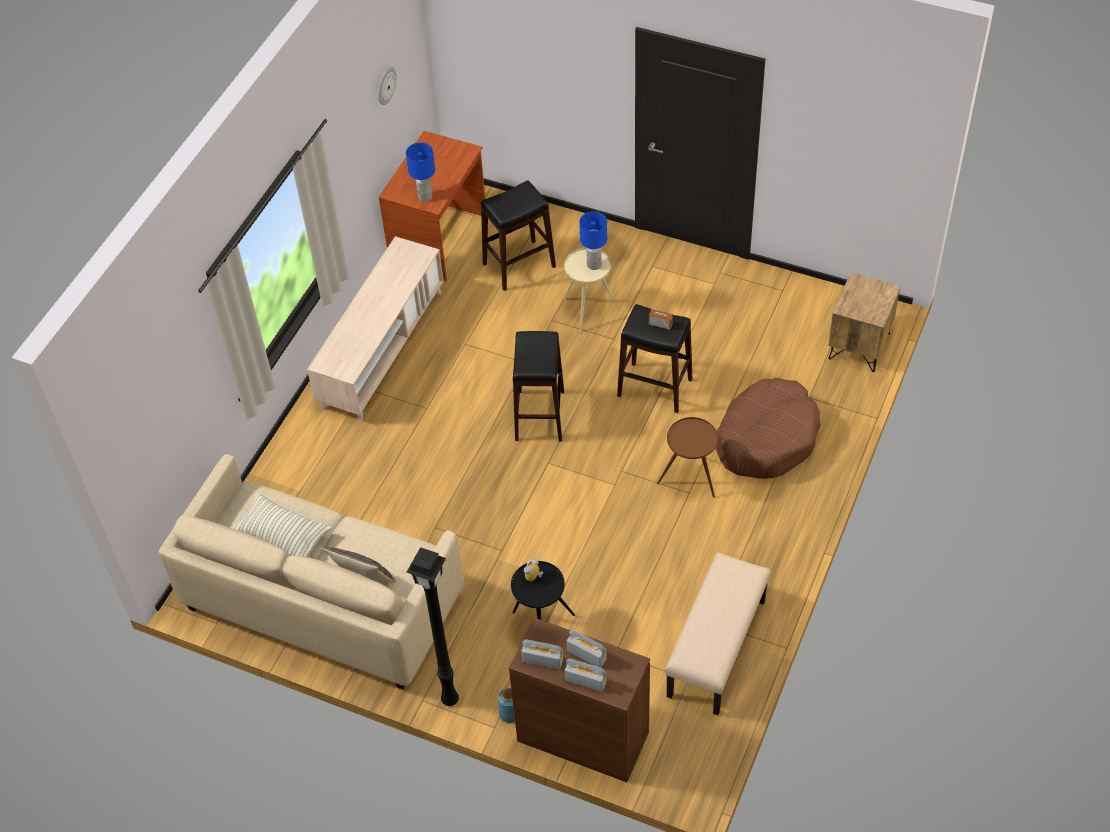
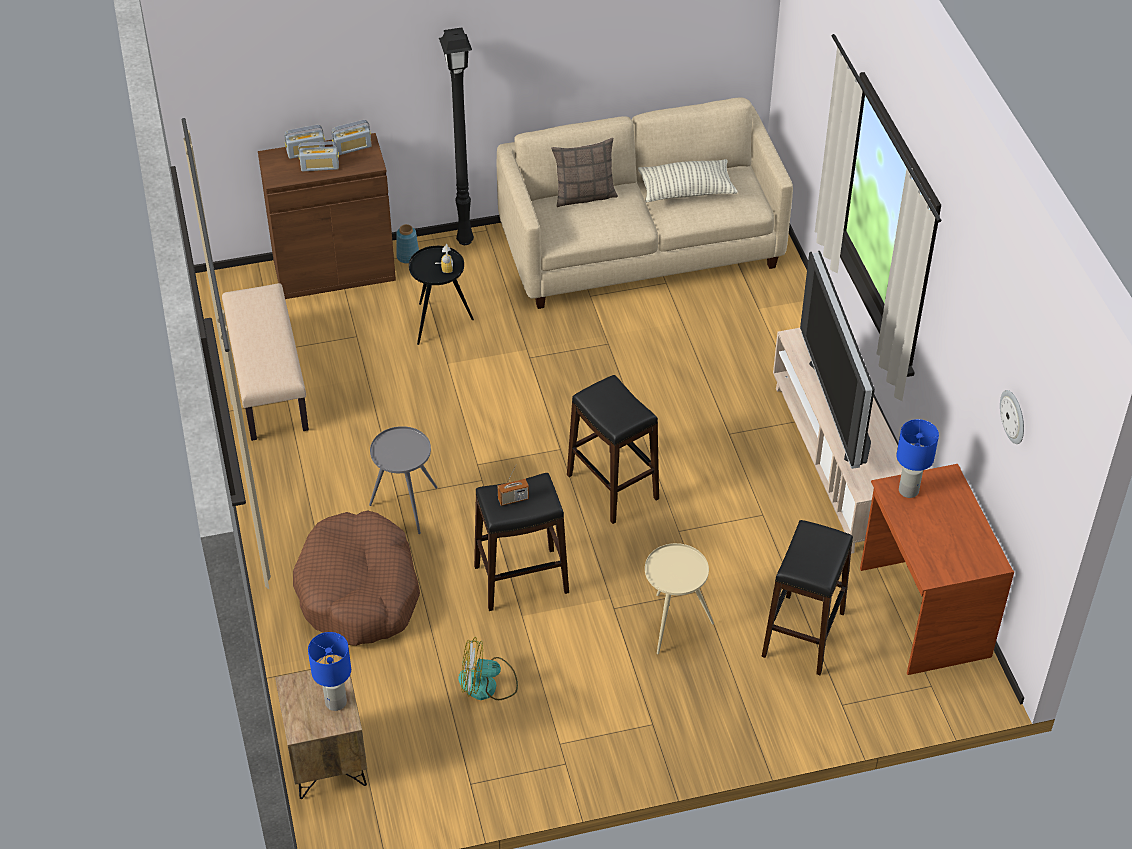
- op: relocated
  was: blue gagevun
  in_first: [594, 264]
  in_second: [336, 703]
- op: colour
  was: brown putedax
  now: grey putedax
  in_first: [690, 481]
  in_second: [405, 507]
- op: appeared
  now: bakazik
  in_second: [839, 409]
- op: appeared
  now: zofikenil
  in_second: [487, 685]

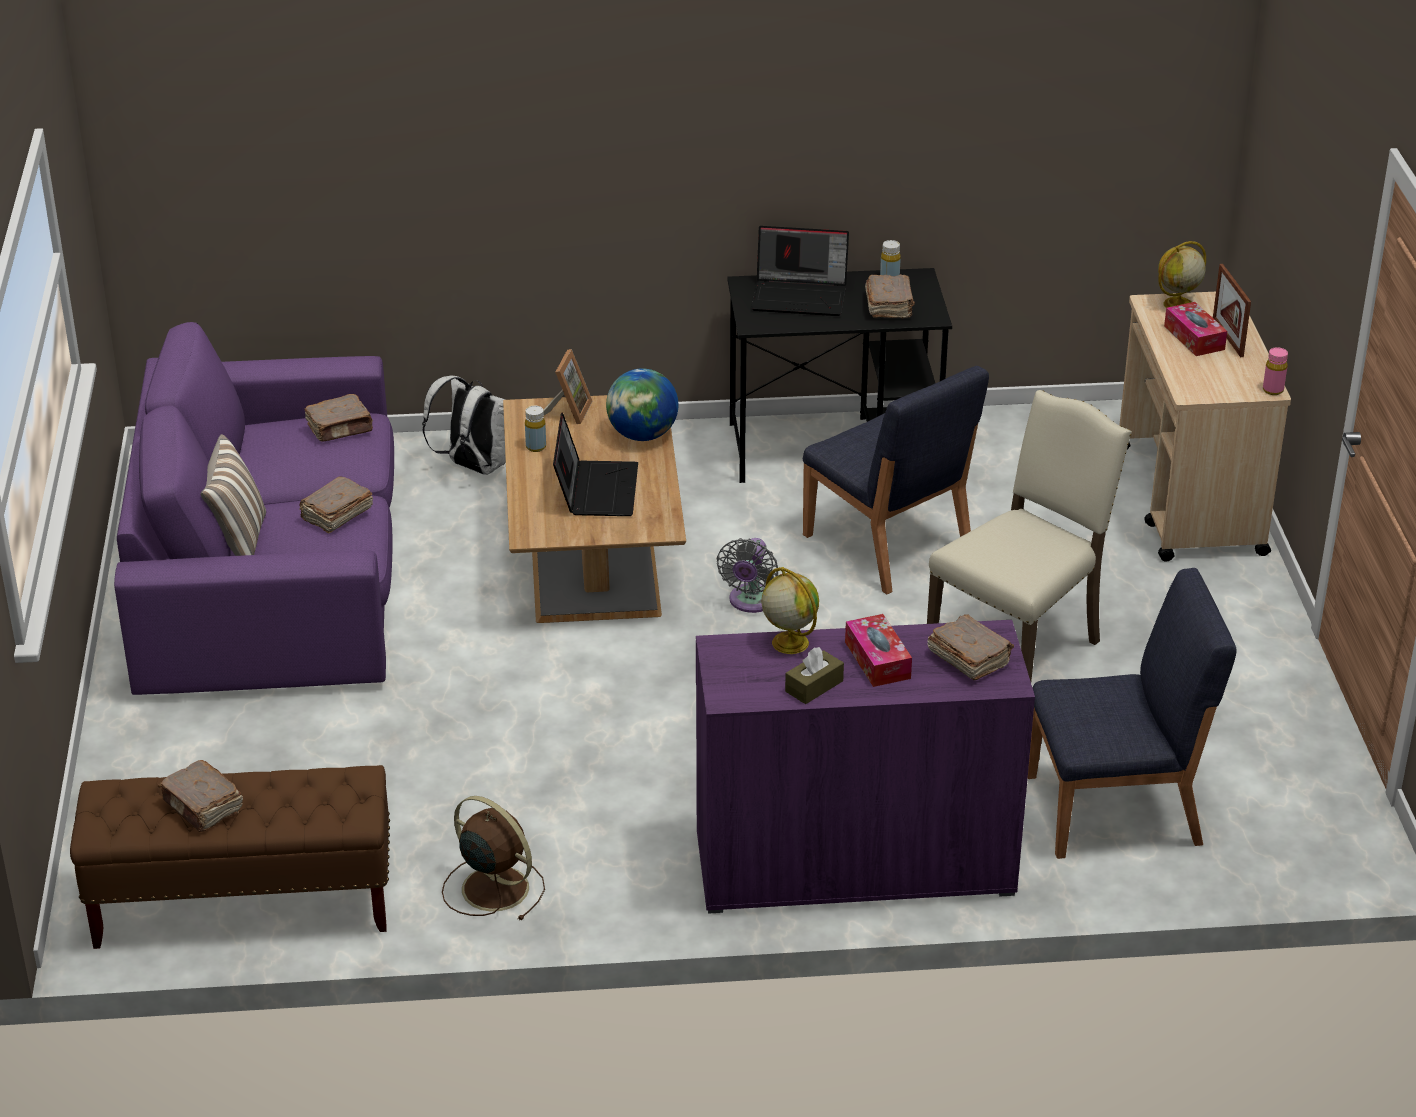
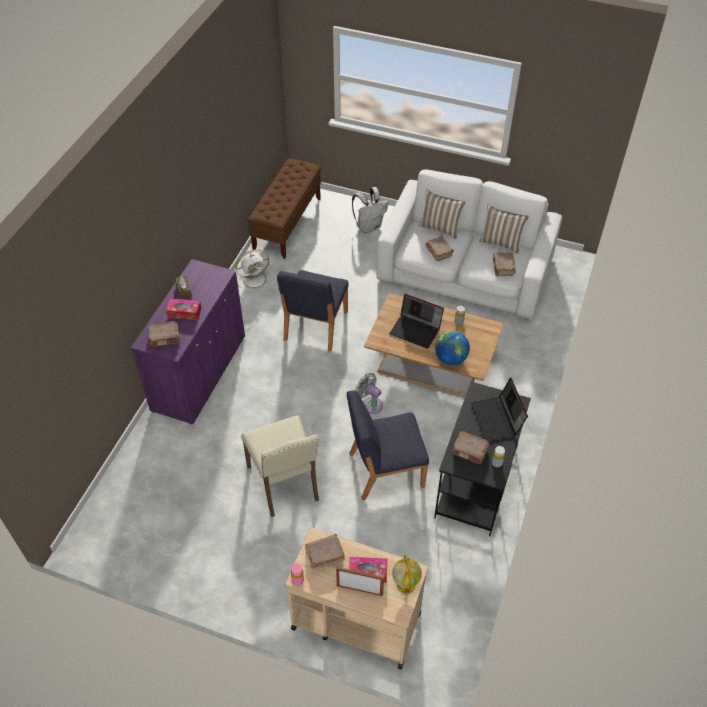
- op: spun
  was: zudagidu
  in_first: [801, 296]
  in_second: [497, 419]
  clockwise: -45
- op: colour
  was: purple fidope
  now: white fidope
  in_first: [273, 576]
  in_second: [465, 269]
- op: missing
  was: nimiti
  in_first: [569, 411]
- op: relocated
  was: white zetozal
  in_first: [474, 466]
  in_second: [369, 226]
- op: missing
  was: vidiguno
  in_first: [789, 642]
- op: relocated
  was: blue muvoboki
  in_first: [1116, 809]
  in_second: [315, 326]
- op: relocated
  was: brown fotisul
  in_first: [202, 807]
  in_second: [324, 555]
- op: colour
  was: brown zofikenil
  now: white zofikenil
  in_first: [493, 887]
  in_second: [255, 279]
- op: appeared
  now: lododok
  in_second: [501, 243]

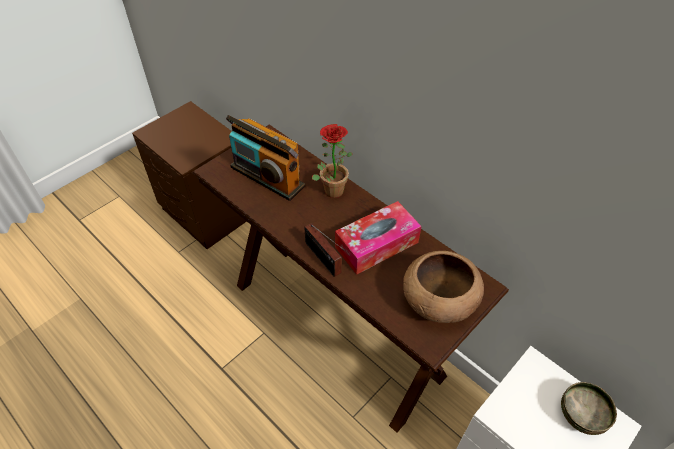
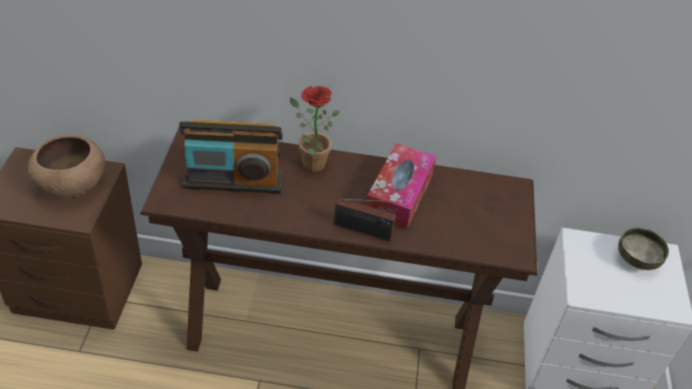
- op: relocated
  was: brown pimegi
  in_first: [438, 300]
  in_second: [70, 184]

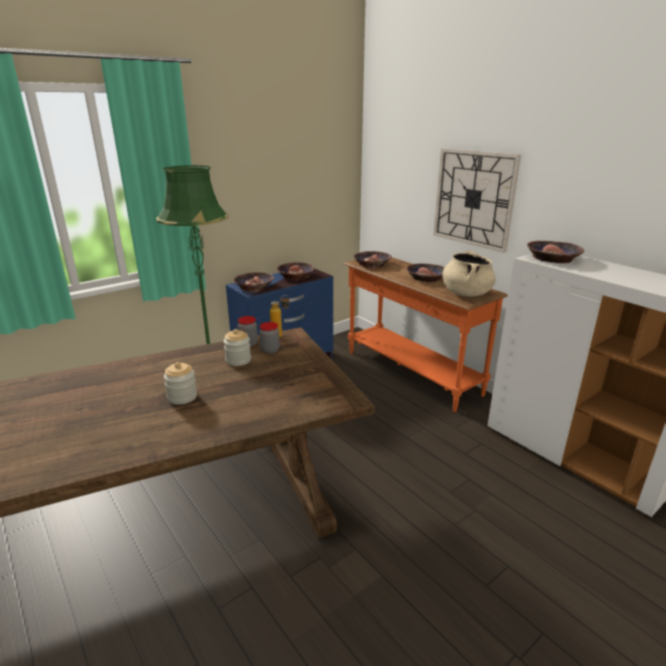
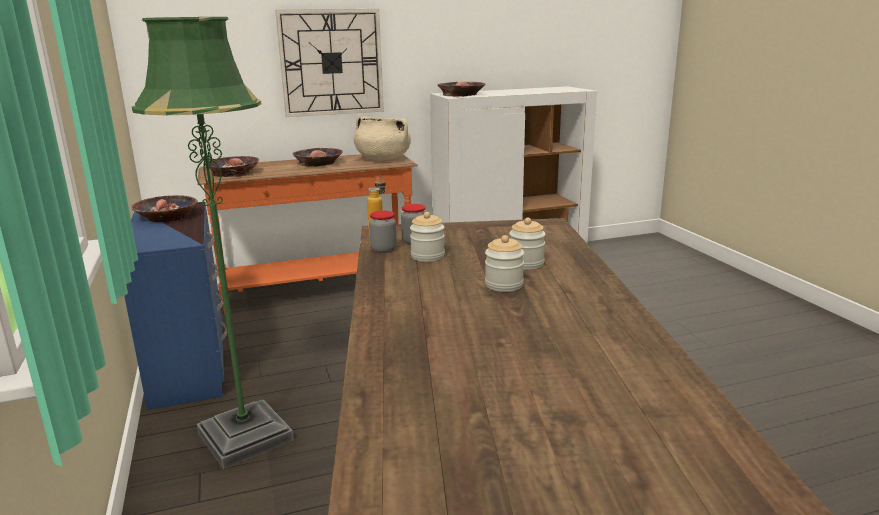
- op: missing
  was: pimegi
  in_first: [254, 286]
- op: appeared
  now: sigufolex
  in_second: [526, 264]

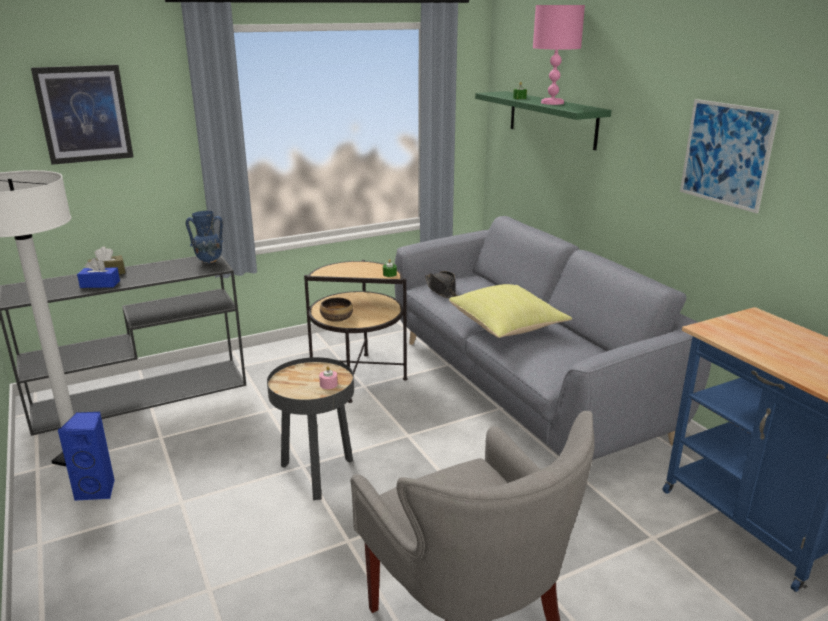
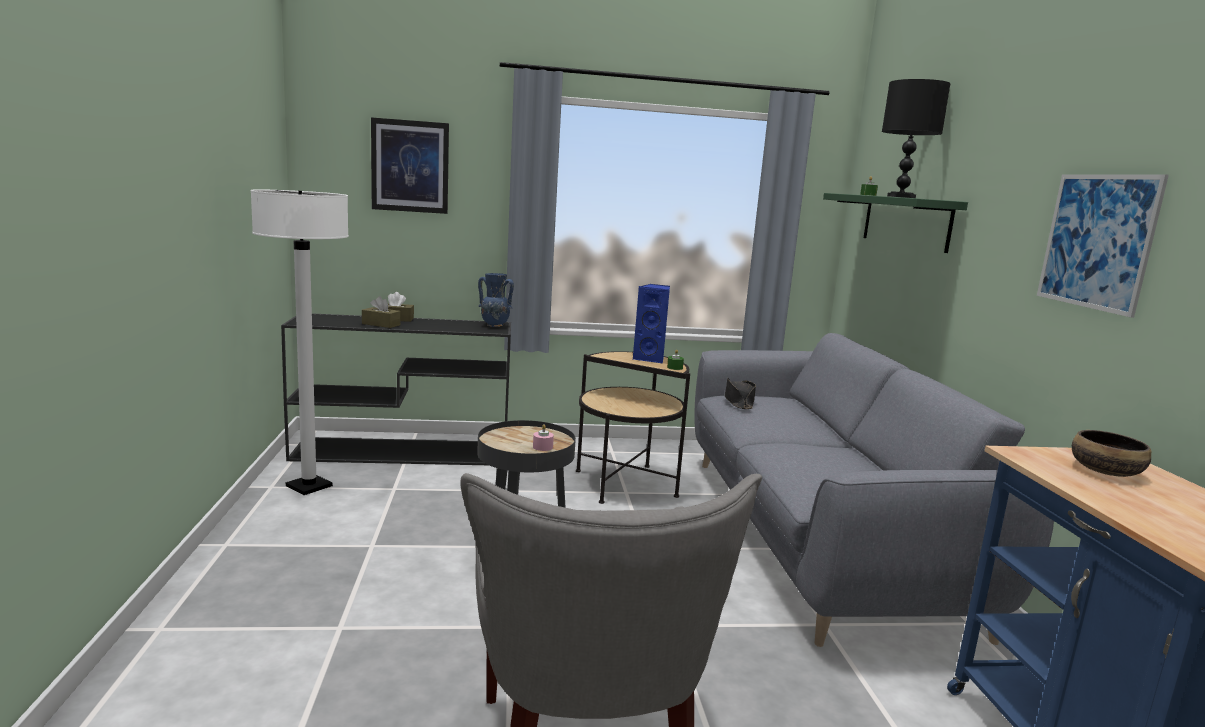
- op: colour
  was: pink gagevun
  now: black gagevun
  in_first: [552, 103]
  in_second: [901, 197]
- op: colour
  was: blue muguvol
  now: brown muguvol
  in_first: [100, 284]
  in_second: [381, 324]
- op: missing
  was: yellow lododok
  in_first: [508, 327]
- op: relocated
  was: pimegi
  in_first: [336, 318]
  in_second: [1105, 471]
- op: relocated
  was: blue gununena
  in_first: [98, 490]
  in_second: [650, 358]

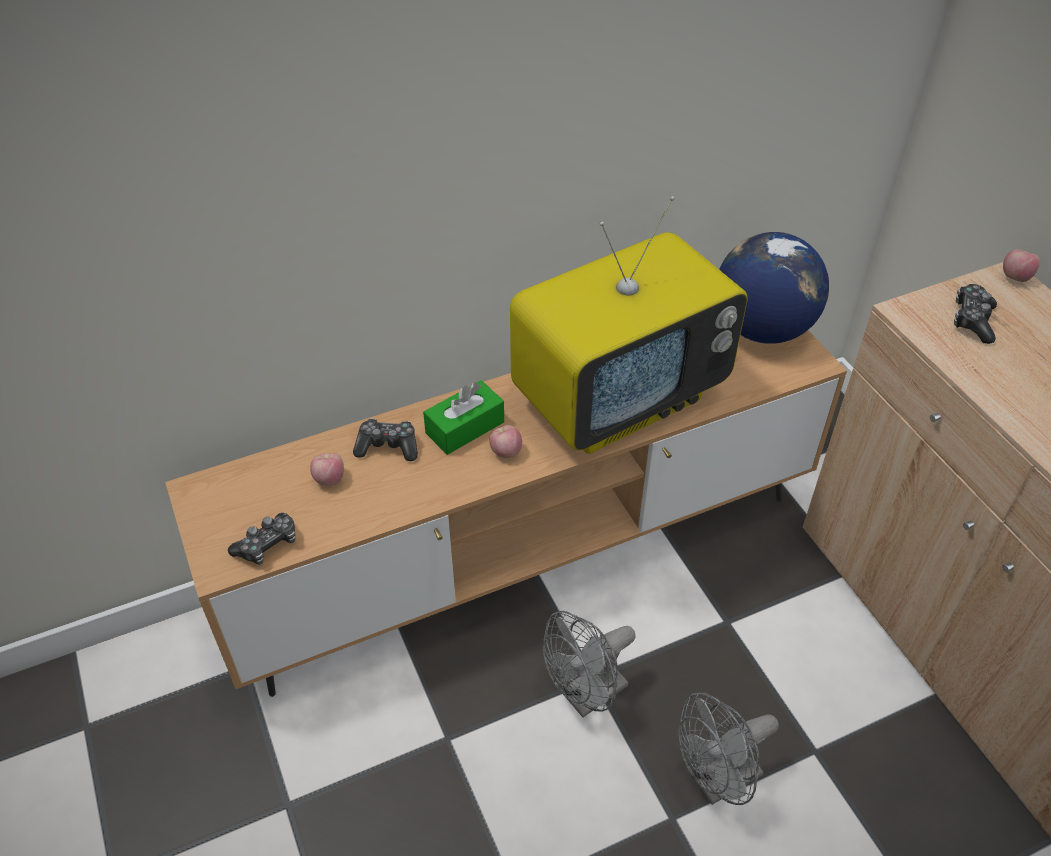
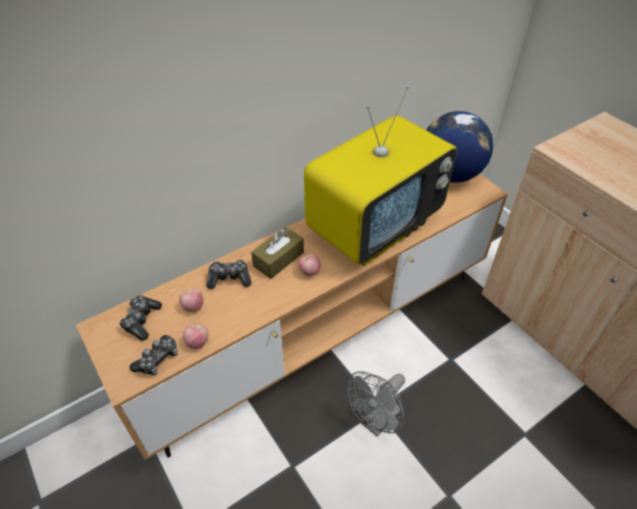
- op: relocated
  was: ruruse
  in_first: [1015, 277]
  in_second: [197, 342]
- op: relocated
  was: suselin
  in_first: [972, 320]
  in_second: [142, 321]
- op: colour
  was: green muguvol
  now: brown muguvol
  in_first: [465, 427]
  in_second: [278, 259]
- op: missing
  was: grey zofikenil
  in_first: [717, 782]

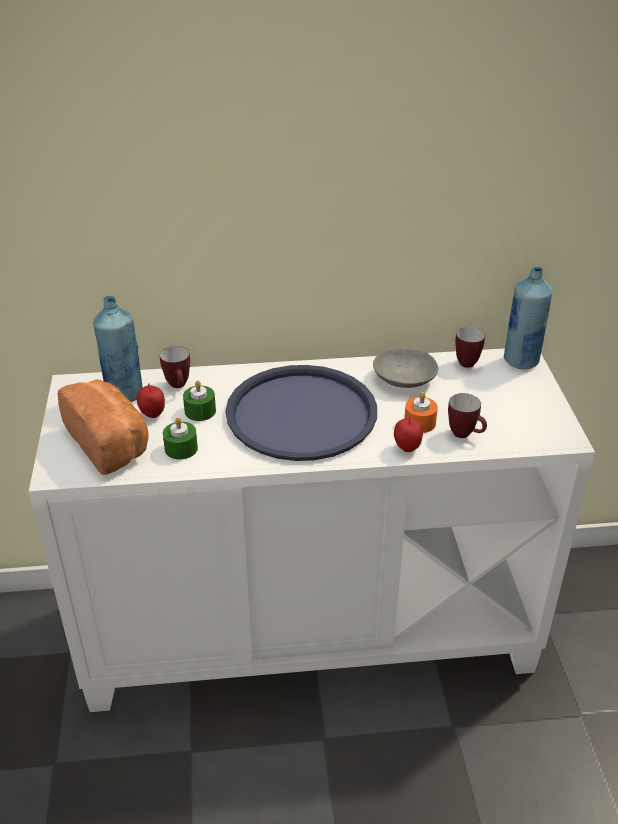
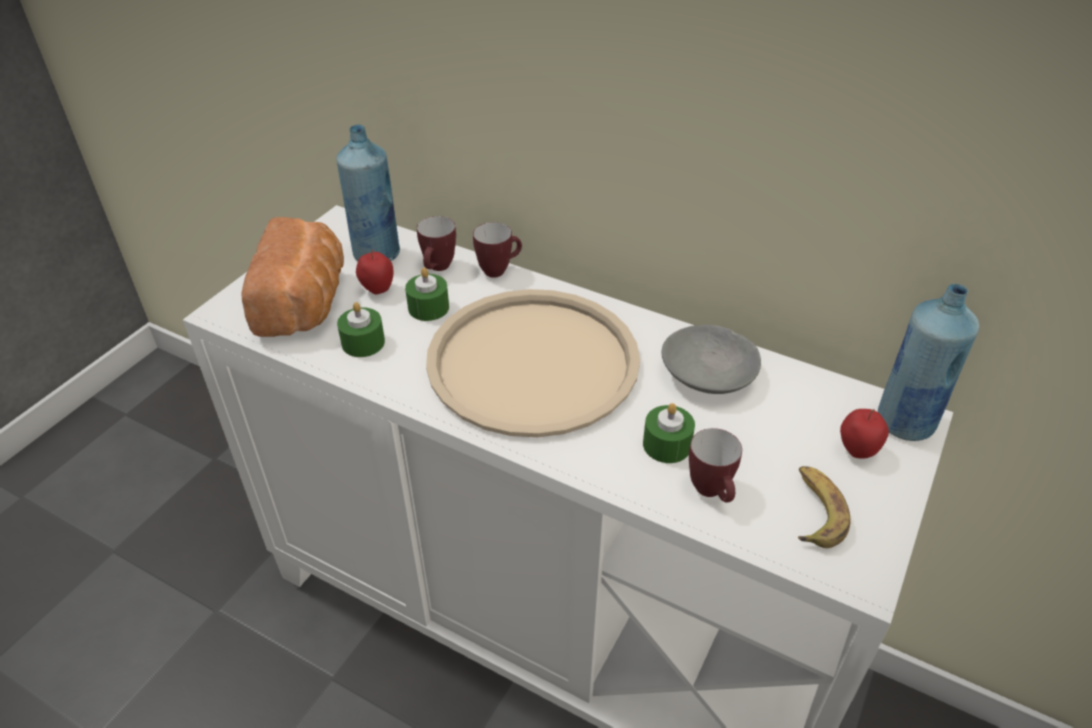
- op: relocated
  was: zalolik
  in_first: [467, 361]
  in_second: [499, 270]
- op: colour
  was: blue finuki
  now: beige finuki
  in_first: [302, 414]
  in_second: [533, 362]
- op: colour
  was: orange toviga
  now: green toviga
  in_first: [419, 422]
  in_second: [667, 444]
- op: relocated
  was: ruruse
  in_first: [407, 448]
  in_second: [856, 451]
- op: appeared
  now: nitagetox
  in_second: [814, 511]

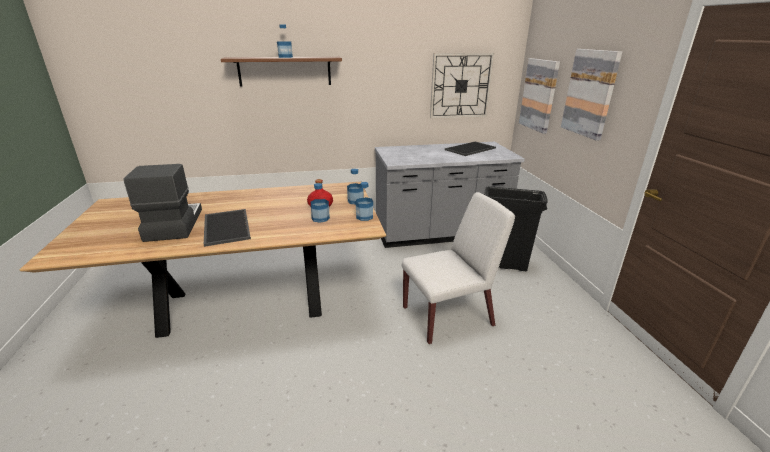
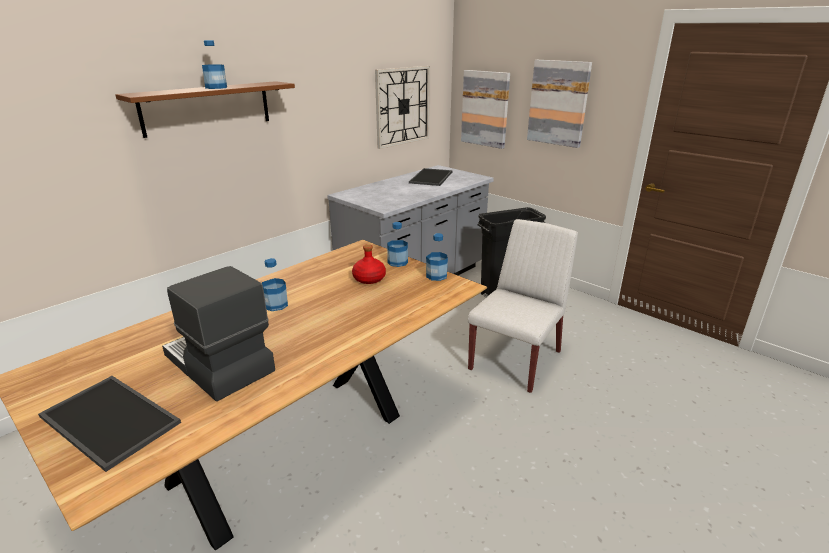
- op: relocated
  was: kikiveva
  in_first: [320, 218]
  in_second: [276, 305]
- op: relocated
  was: finuki
  in_first: [225, 227]
  in_second: [107, 420]

